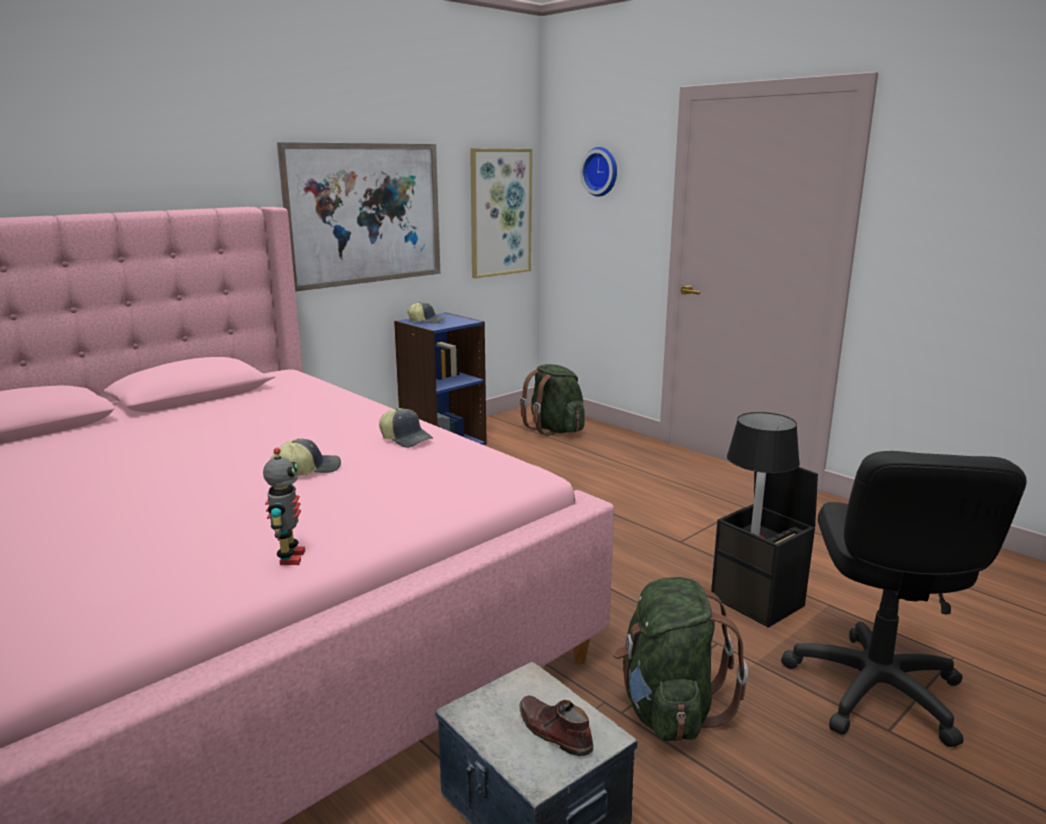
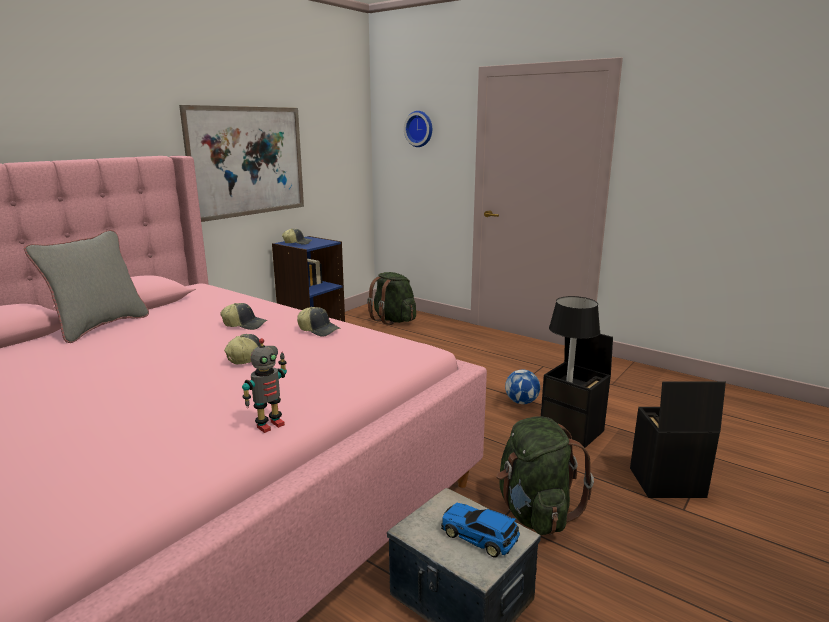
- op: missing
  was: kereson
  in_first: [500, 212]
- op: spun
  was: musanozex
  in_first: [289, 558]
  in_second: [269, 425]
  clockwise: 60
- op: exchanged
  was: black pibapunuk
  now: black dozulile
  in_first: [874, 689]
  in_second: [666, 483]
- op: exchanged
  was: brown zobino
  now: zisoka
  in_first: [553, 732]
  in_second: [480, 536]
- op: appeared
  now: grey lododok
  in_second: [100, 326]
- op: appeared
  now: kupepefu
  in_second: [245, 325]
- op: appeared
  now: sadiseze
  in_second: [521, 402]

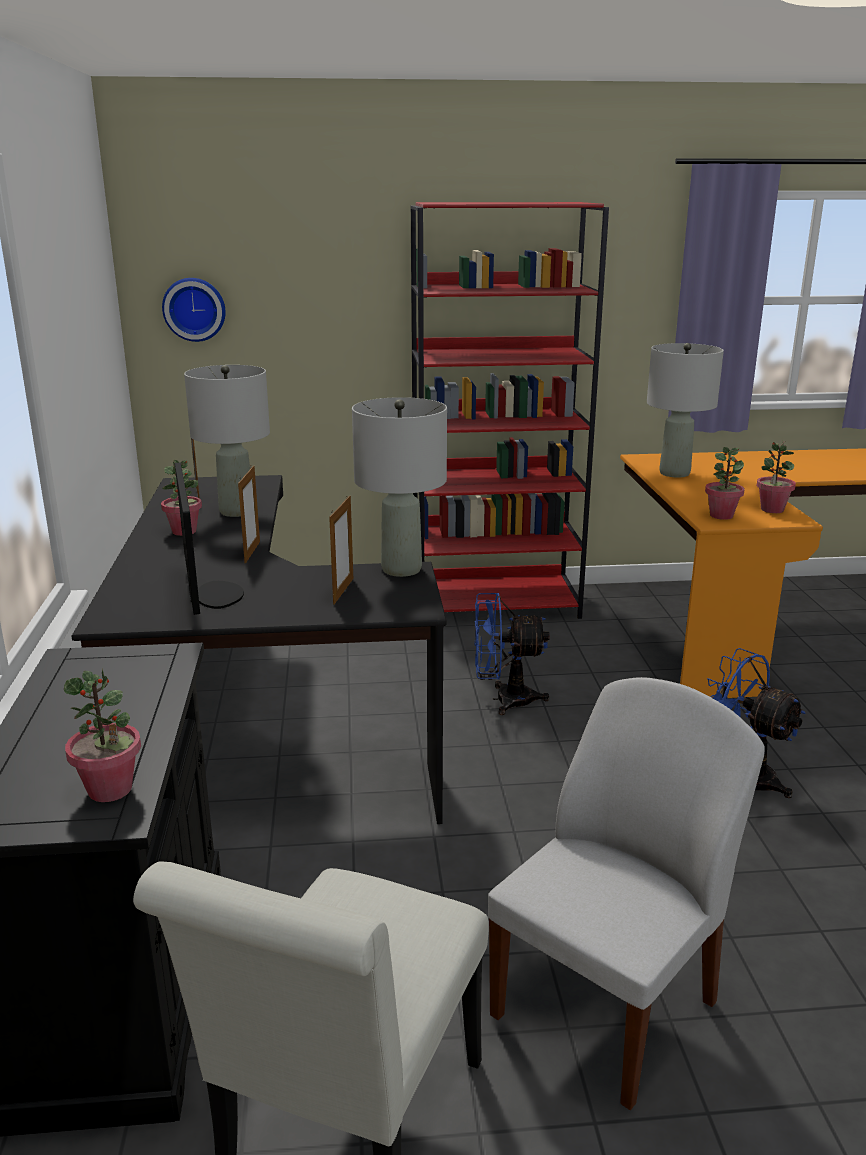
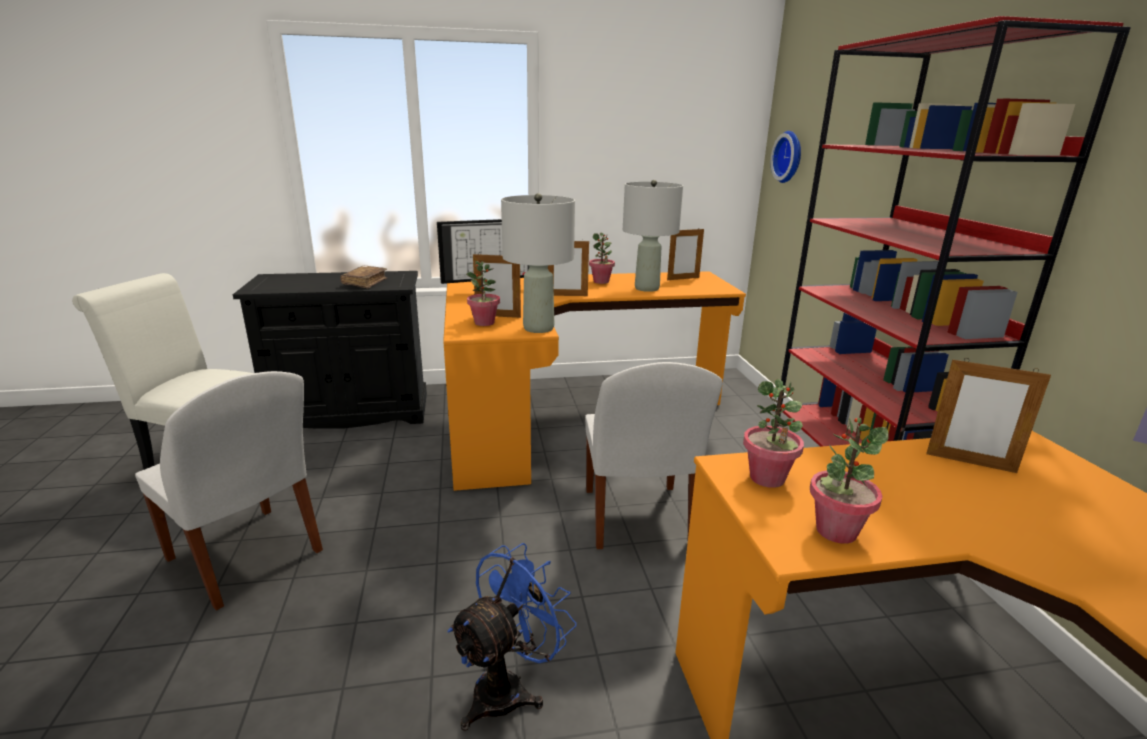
- op: exchanged
  was: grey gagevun
  now: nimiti
  in_first: [674, 473]
  in_second: [970, 463]
- op: colour
  was: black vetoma
  now: orange vetoma
  in_first: [249, 727]
  in_second: [571, 415]
- op: exchanged
  was: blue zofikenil
  now: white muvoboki
  in_first: [504, 700]
  in_second: [637, 519]
- op: relocated
  was: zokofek
  in_first: [110, 789]
  in_second: [484, 323]
- op: appeared
  now: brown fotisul
  in_second: [365, 282]

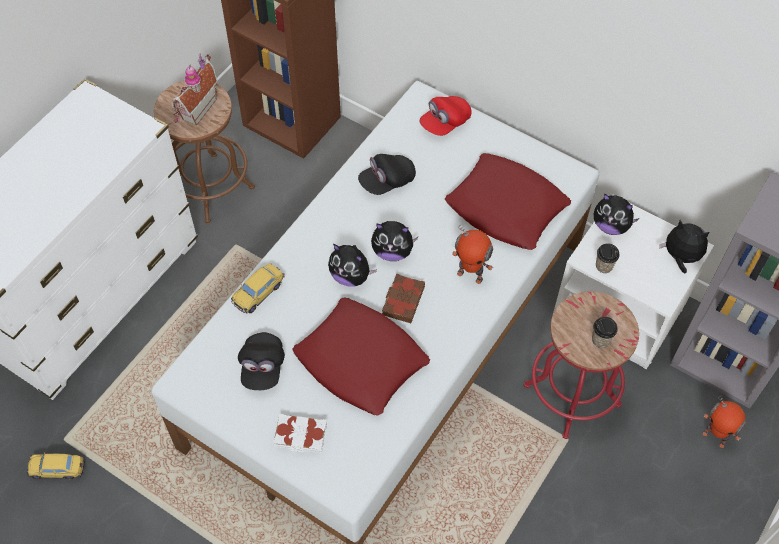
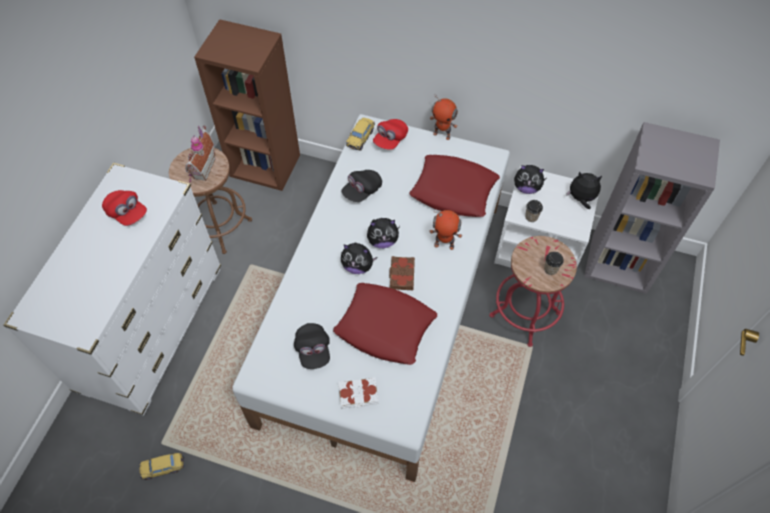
- op: relocated
  was: zisoka
  in_first: [259, 293]
  in_second: [360, 138]
- op: relocated
  was: musanozex
  in_first: [715, 437]
  in_second: [442, 134]
- op: appeared
  now: red kupepefu
  in_second: [127, 213]

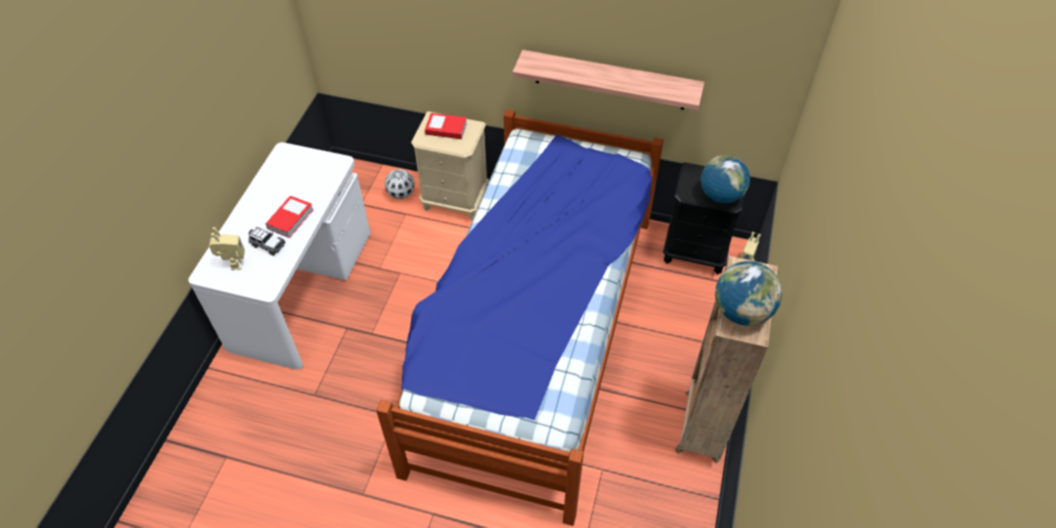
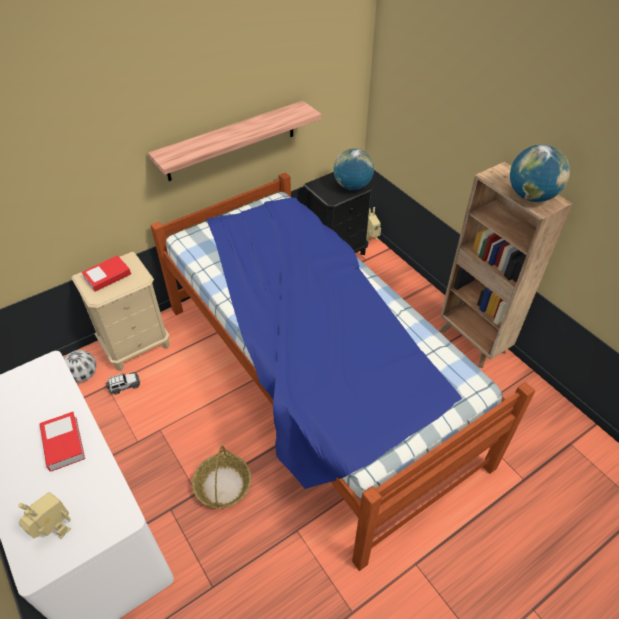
- op: relocated
  was: zisoka
  in_first: [267, 245]
  in_second: [124, 386]
- op: appeared
  now: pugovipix
  in_second: [222, 485]

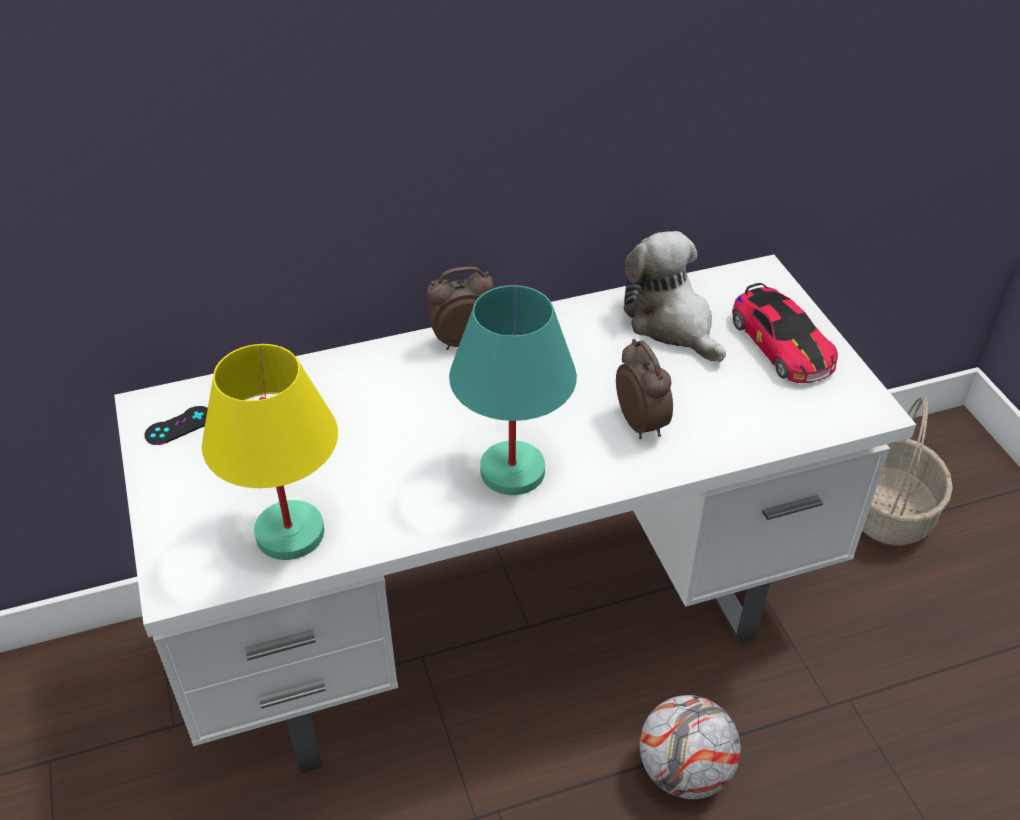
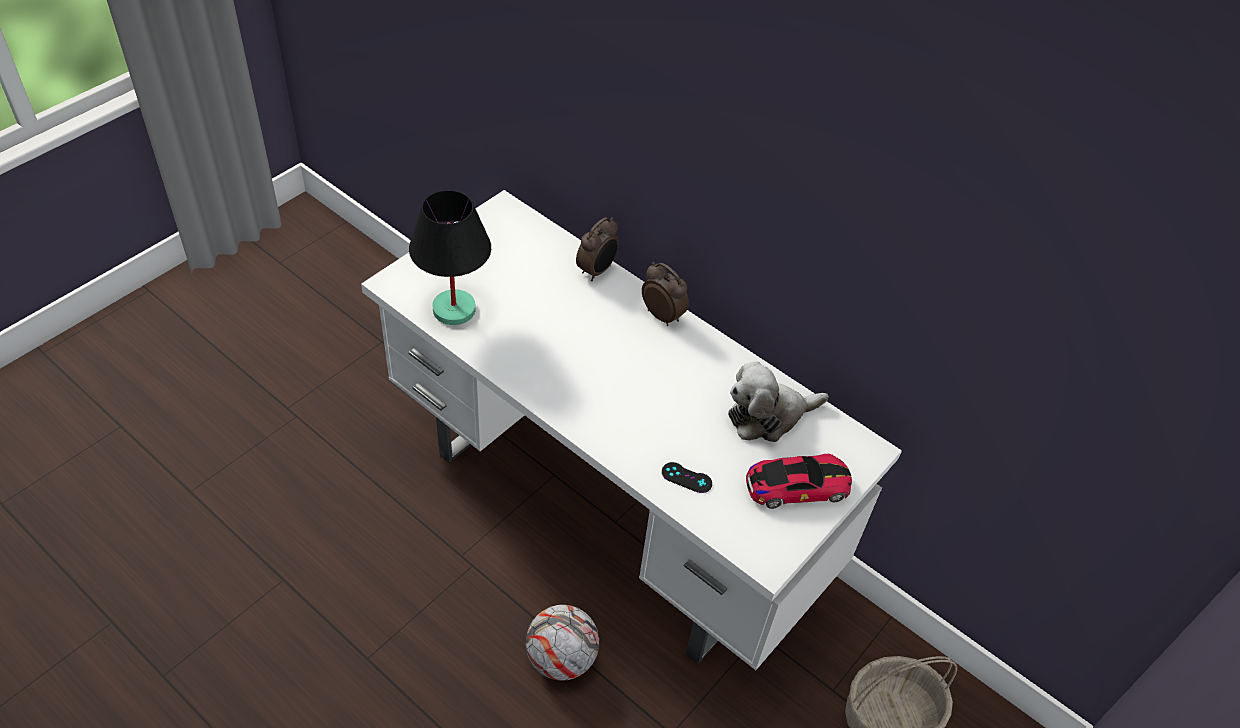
- op: spun
  was: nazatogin
  in_first: [671, 323]
  in_second: [768, 416]
  clockwise: -135
- op: spun
  was: zisoka
  in_first: [781, 344]
  in_second: [797, 486]
  clockwise: -135
- op: missing
  was: turquoise gagevun
  in_first: [513, 470]
- op: relocated
  was: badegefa
  in_first: [641, 423]
  in_second: [597, 271]
- op: colour
  was: yellow gagevun
  now: black gagevun
  in_first: [291, 532]
  in_second: [455, 309]
- op: relocated
  was: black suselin
  in_first: [179, 426]
  in_second: [686, 478]

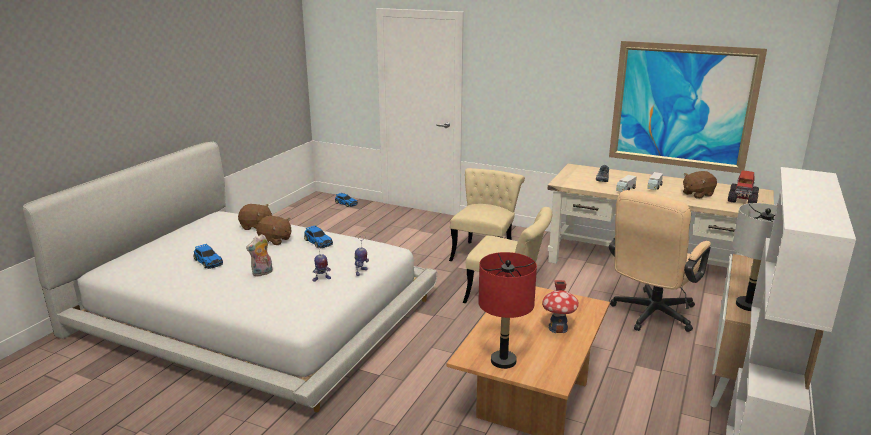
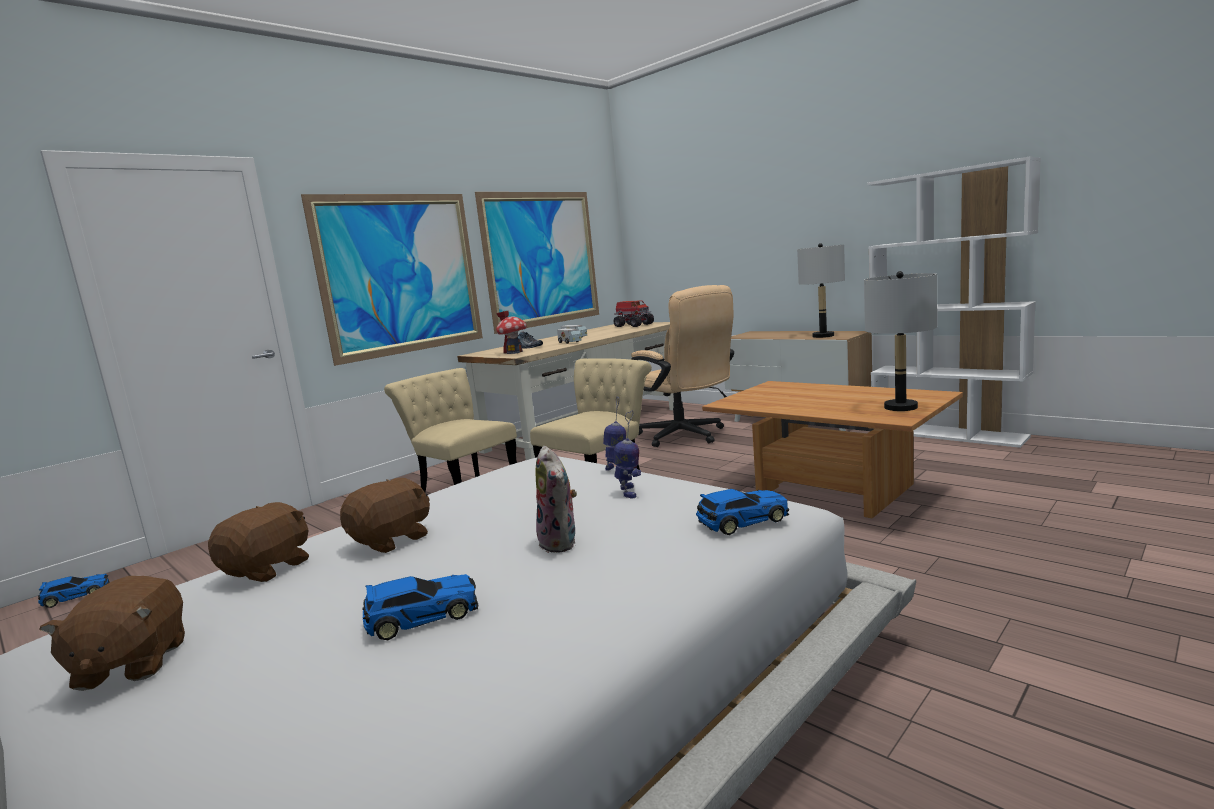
- op: relocated
  was: brown nazatogin
  in_first: [697, 194]
  in_second: [131, 664]
- op: relocated
  was: zisoka
  in_first: [318, 242]
  in_second: [741, 521]
- op: colour
  was: red gagevun
  now: grey gagevun
  in_first: [503, 361]
  in_second: [900, 407]
- op: relocated
  was: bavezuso
  in_first: [558, 328]
  in_second: [514, 352]
- op: appeared
  now: kereson
  in_second: [401, 274]

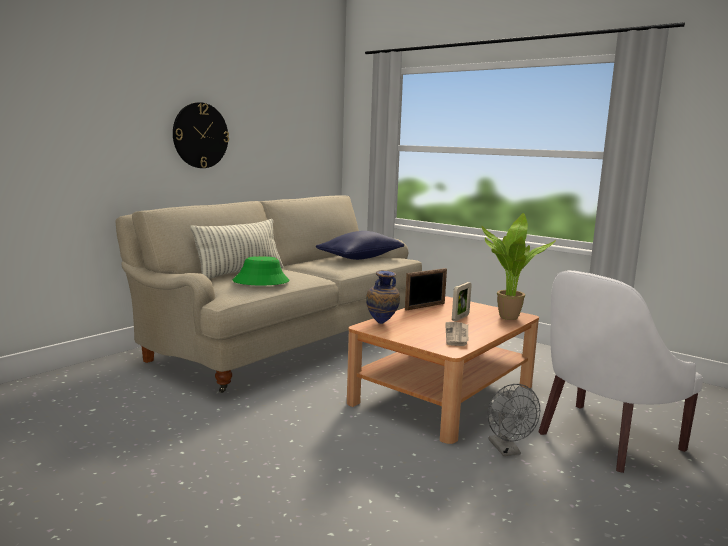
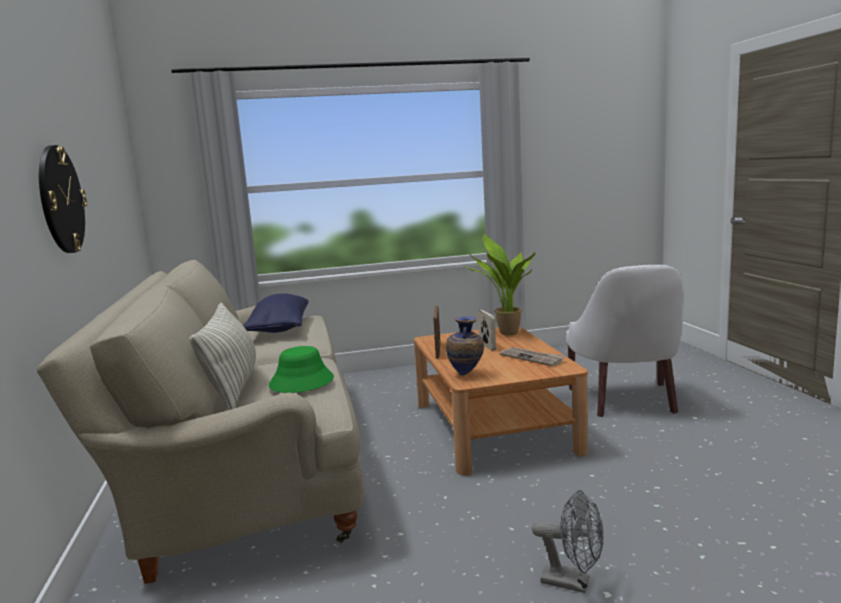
- op: relocated
  was: grey zofikenil
  in_first: [507, 450]
  in_second: [573, 582]

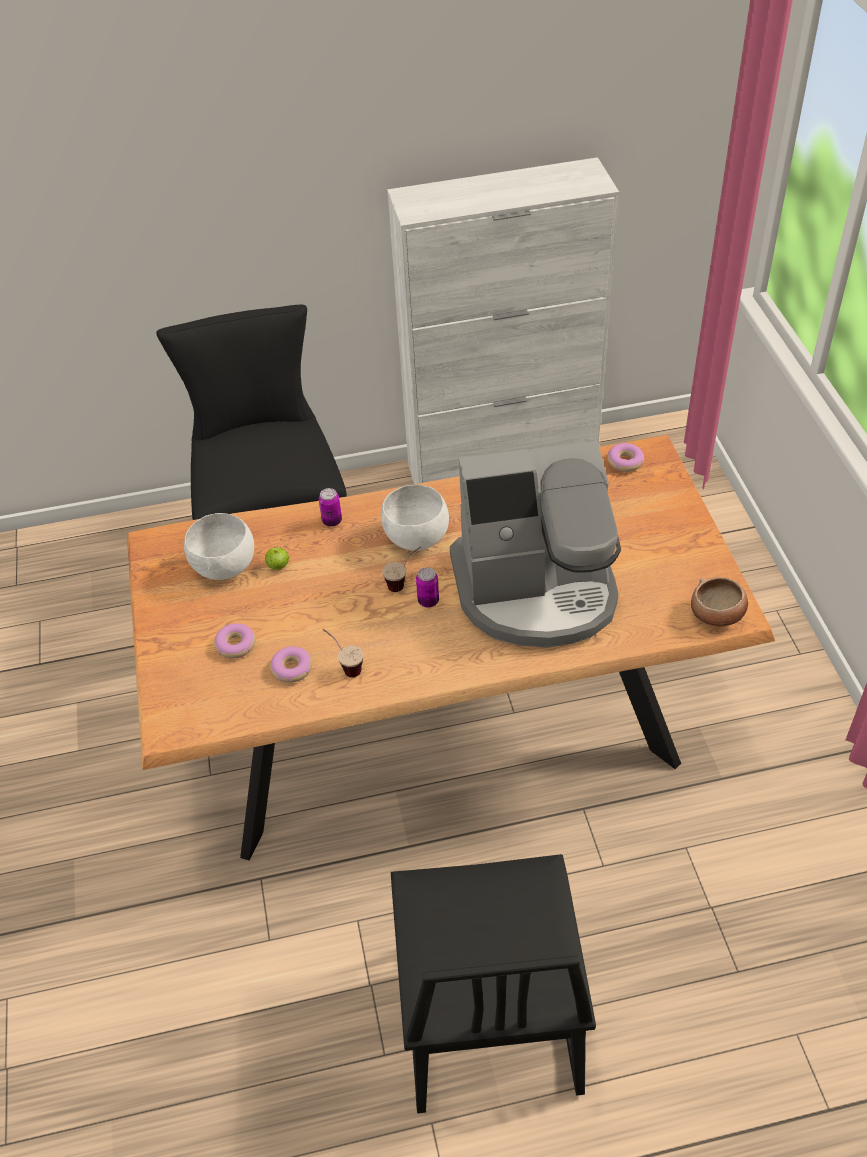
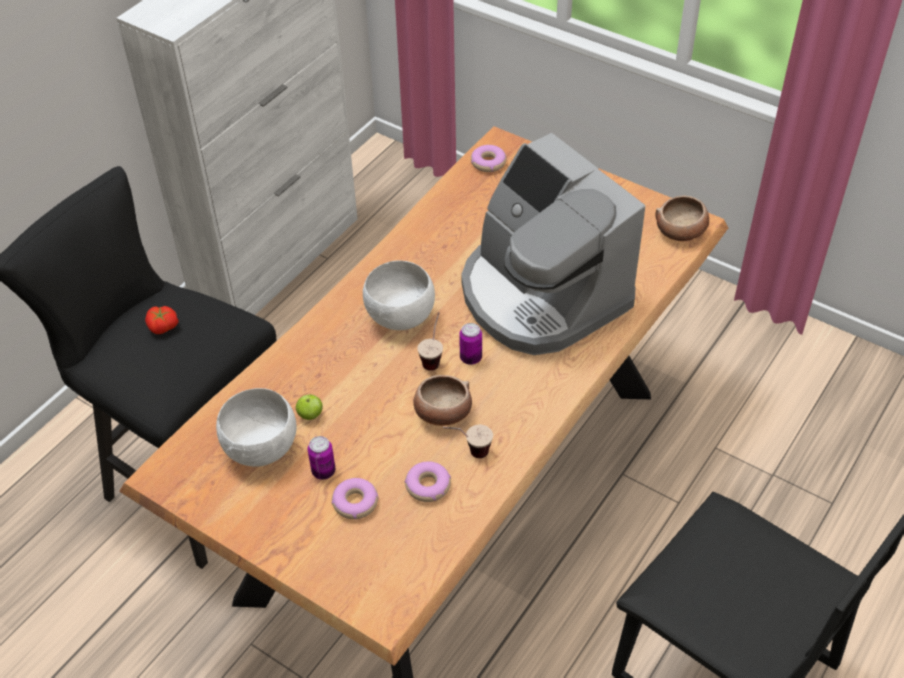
- op: spun
  was: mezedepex
  in_first: [536, 590]
  in_second: [541, 295]
  clockwise: 105
- op: relocated
  was: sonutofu
  in_first: [332, 521]
  in_second: [323, 471]
- op: appeared
  now: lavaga
  in_second: [162, 327]
- op: appeared
  now: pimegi
  in_second: [442, 413]

